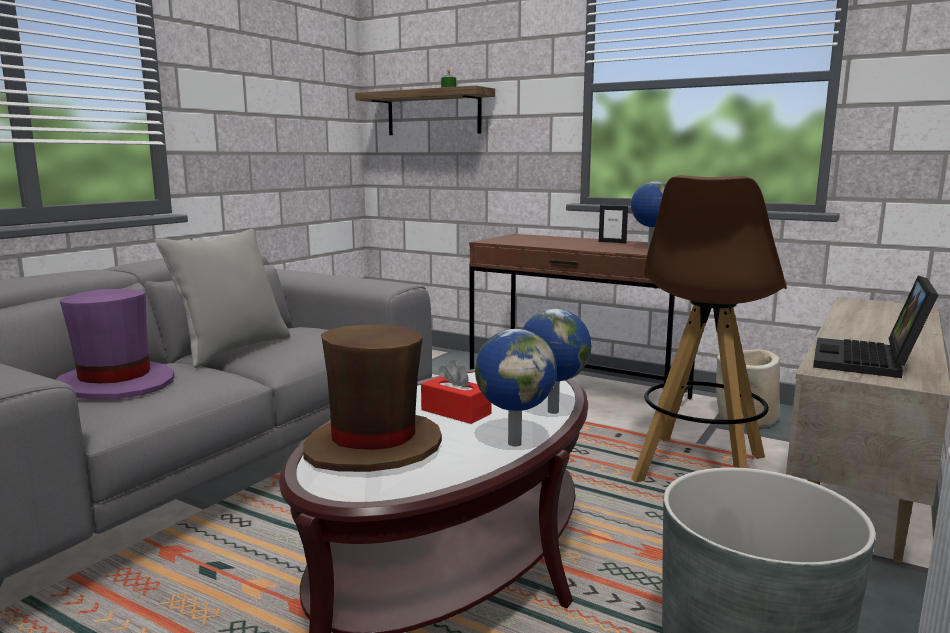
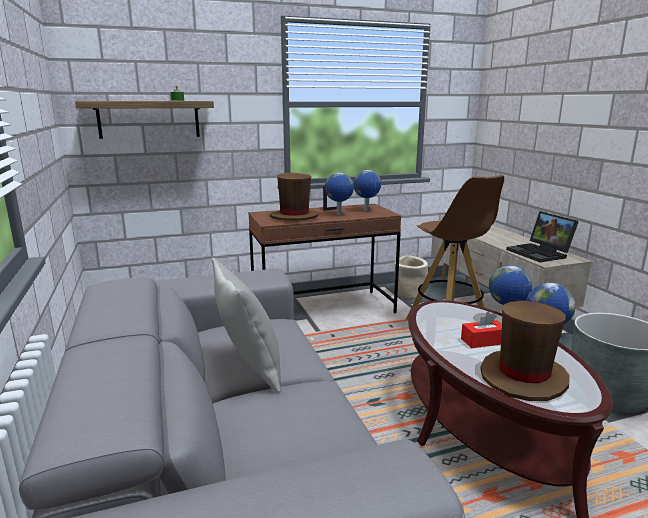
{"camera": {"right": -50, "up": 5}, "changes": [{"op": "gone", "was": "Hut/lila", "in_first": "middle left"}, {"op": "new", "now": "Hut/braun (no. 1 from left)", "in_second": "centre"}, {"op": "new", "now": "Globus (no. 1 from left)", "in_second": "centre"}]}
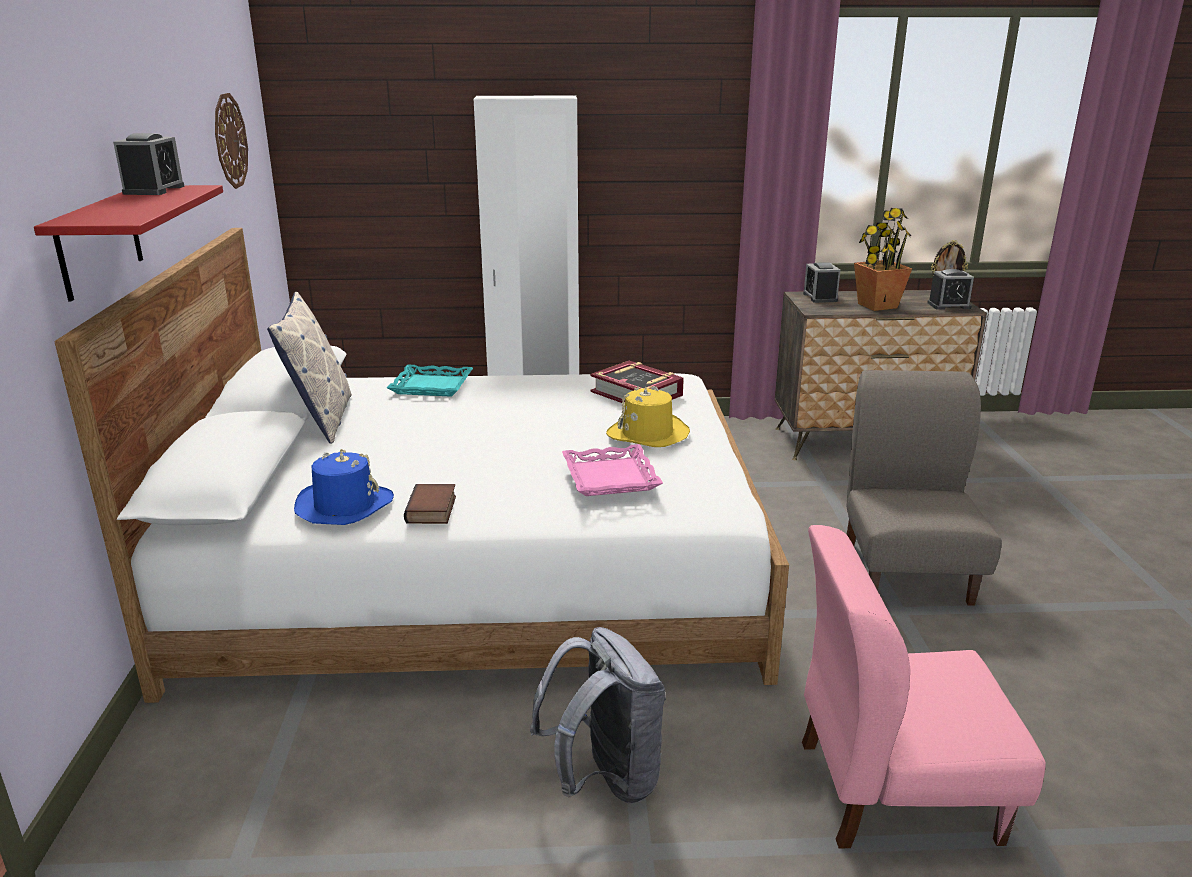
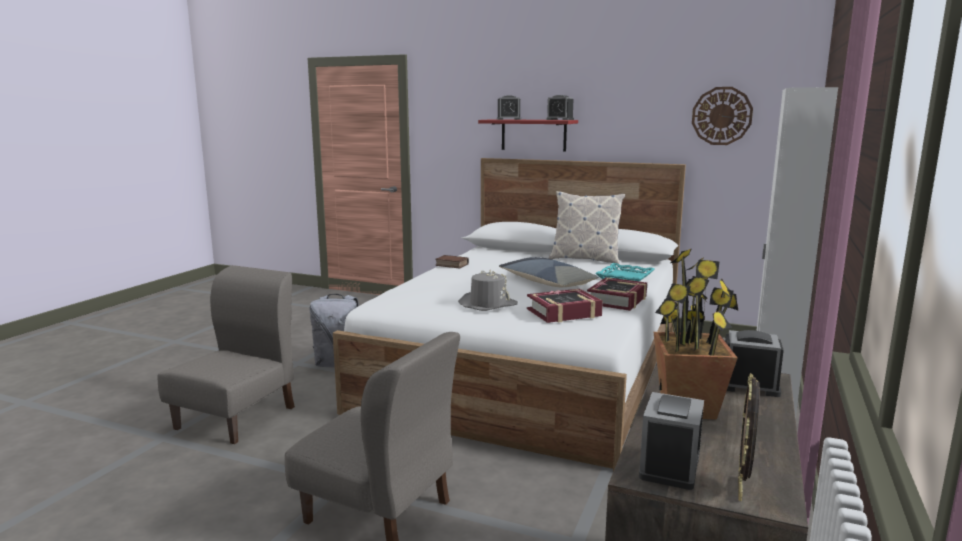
{"camera": {"right": 115, "up": -10}, "changes": [{"op": "gone", "was": "Hut/blau", "in_first": "middle left"}, {"op": "gone", "was": "Tablett/rosa", "in_first": "centre"}, {"op": "new", "now": "Wecker (no. 1 from left)", "in_second": "top centre"}, {"op": "new", "now": "Kissen (no. 1 from left)", "in_second": "centre"}, {"op": "new", "now": "Buch (no. 3 from left)", "in_second": "centre"}, {"op": "repainted", "was": "Hut/gelb", "now": "Hut/grau", "in_first": "centre", "in_second": "centre"}, {"op": "repainted", "was": "Stuhl/rosa", "now": "Stuhl/grau (no. 1 from left)", "in_first": "bottom right", "in_second": "middle left"}]}
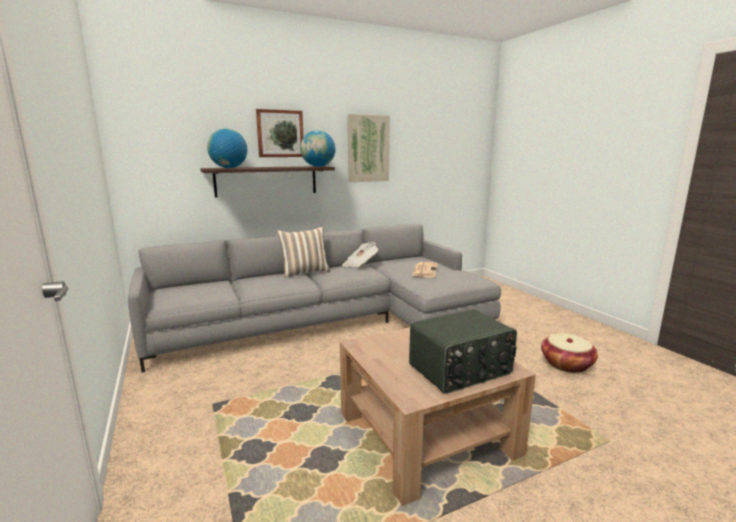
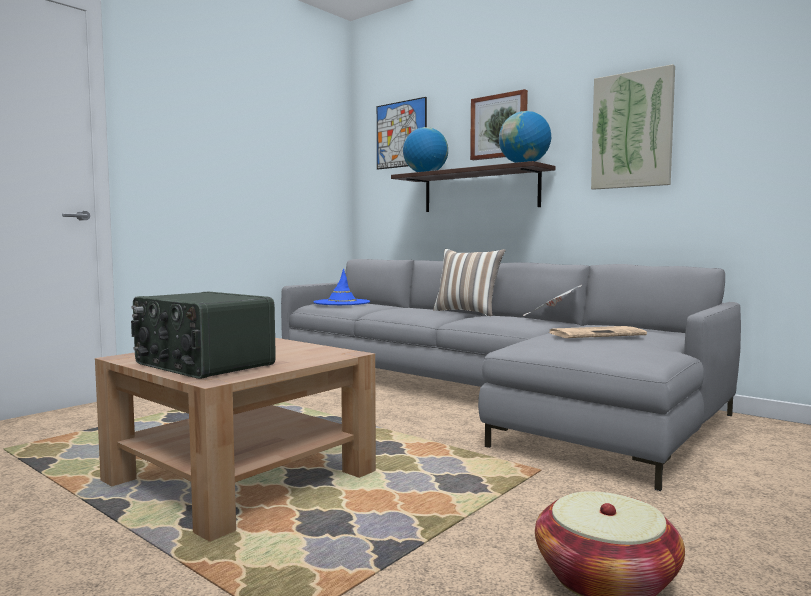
{"camera": {"right": 65, "up": -10}, "changes": [{"op": "new", "now": "Hut/blau", "in_second": "centre"}, {"op": "new", "now": "Bild (no. 1 from left)", "in_second": "top centre"}]}
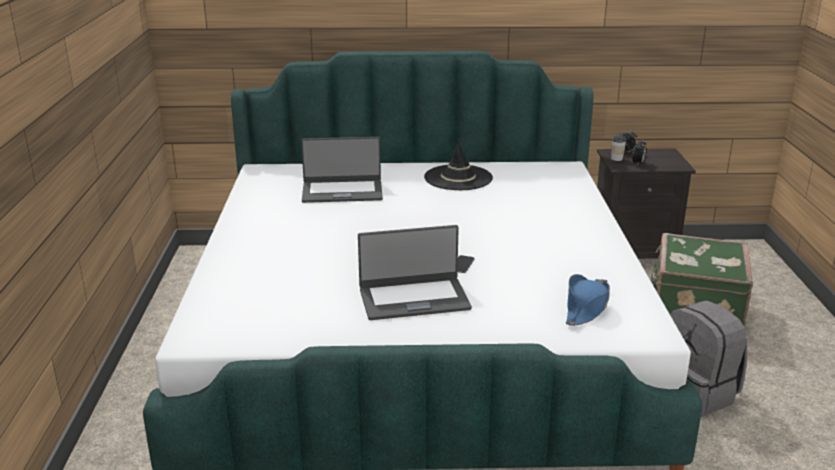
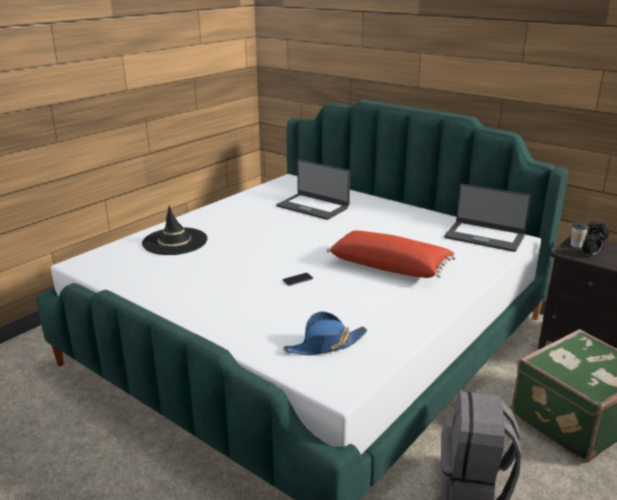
{"camera": {"right": 40, "up": 0}, "changes": [{"op": "new", "now": "Kissen/rot", "in_second": "centre"}, {"op": "shifted", "was": "Laptop (no. 2 from left)", "in_first": "centre", "in_second": "middle right"}, {"op": "shifted", "was": "Hut/schwarz", "in_first": "centre", "in_second": "middle left"}]}
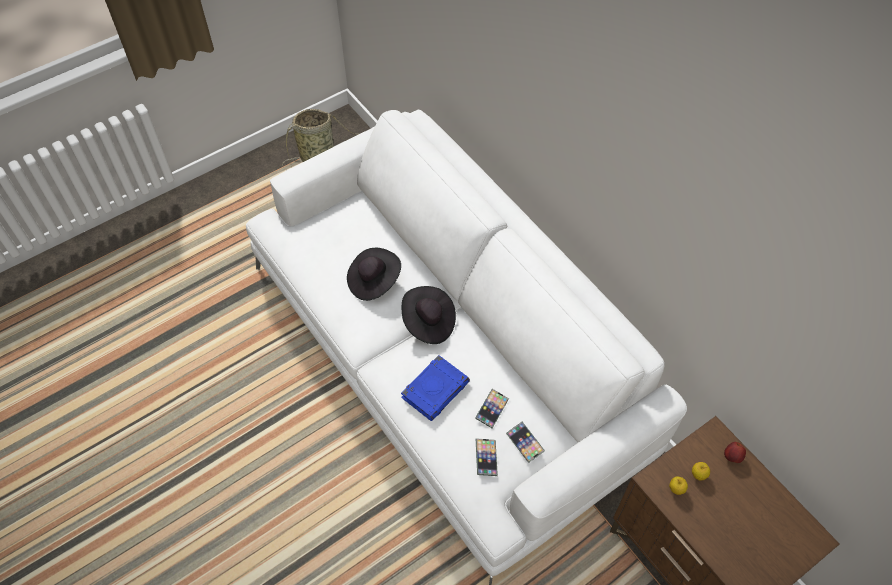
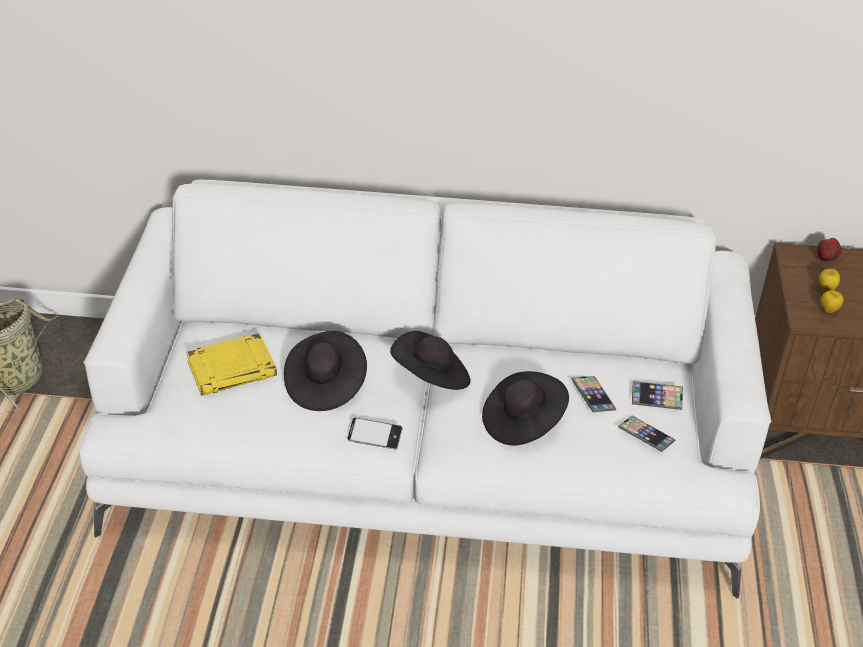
{"camera": {"right": -50, "up": -15}, "changes": [{"op": "new", "now": "Buch/gelb", "in_second": "middle left"}, {"op": "new", "now": "Handy (no. 1 from left)", "in_second": "bottom centre"}, {"op": "swapped", "was": "Buch/blau", "now": "Hut/schwarz (no. 3 from left)", "in_first": "centre", "in_second": "centre"}]}
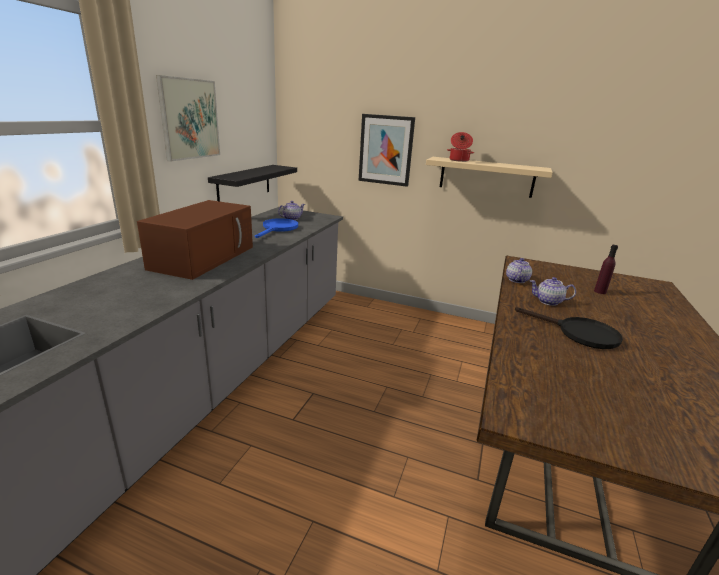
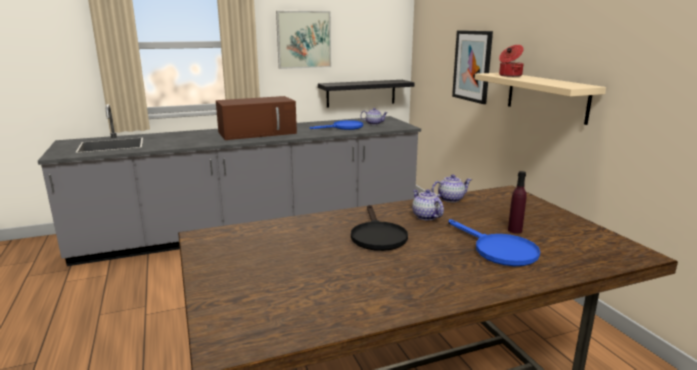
{"camera": {"right": 50, "up": -5}, "changes": [{"op": "new", "now": "Pfanne/blau (no. 2 from left)", "in_second": "middle right"}]}
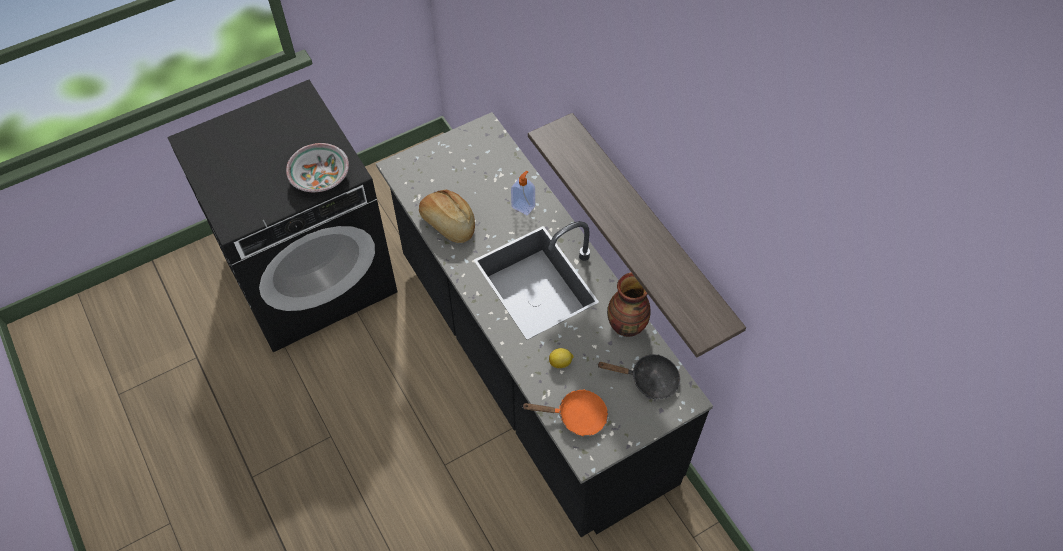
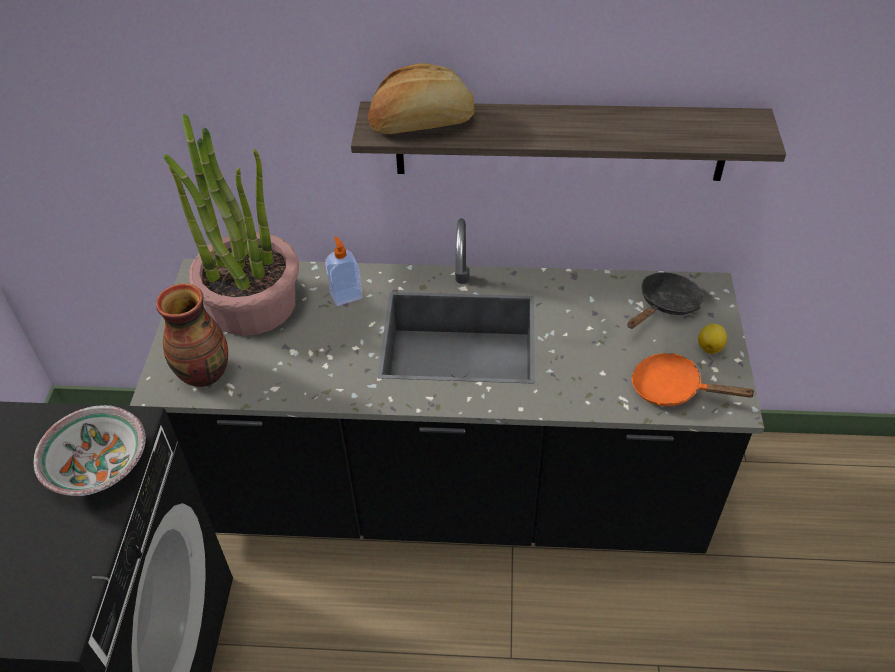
{"camera": {"right": -55, "up": -10}, "changes": [{"op": "new", "now": "Topfpflanze", "in_second": "middle left"}, {"op": "shifted", "was": "Brot", "in_first": "centre", "in_second": "top centre"}, {"op": "shifted", "was": "Zitrone", "in_first": "centre", "in_second": "middle right"}, {"op": "shifted", "was": "Vase", "in_first": "centre", "in_second": "middle left"}, {"op": "rotated", "was": "Pfanne/orange", "in_first": "bottom centre", "in_second": "middle right", "clockwise": -105}]}
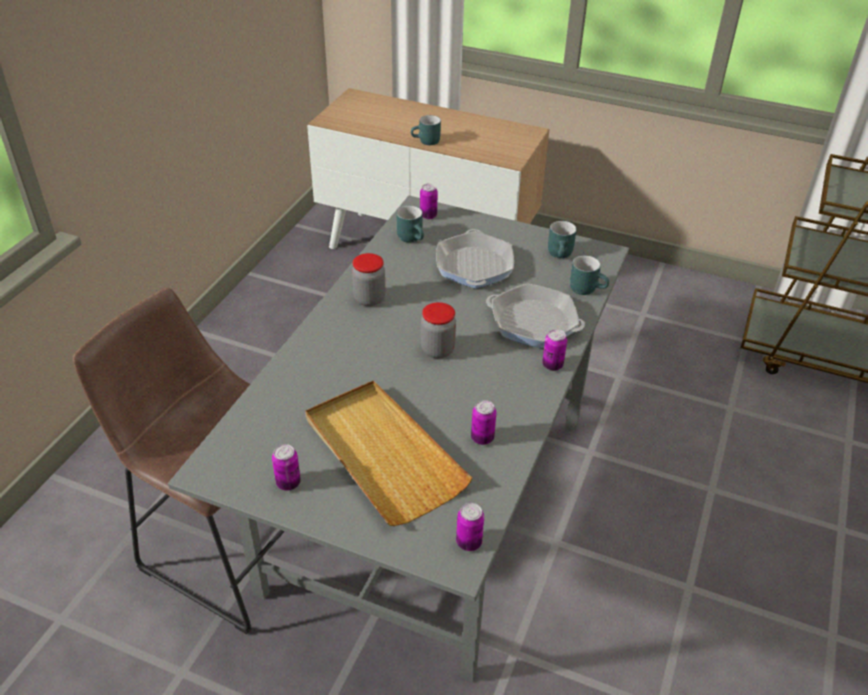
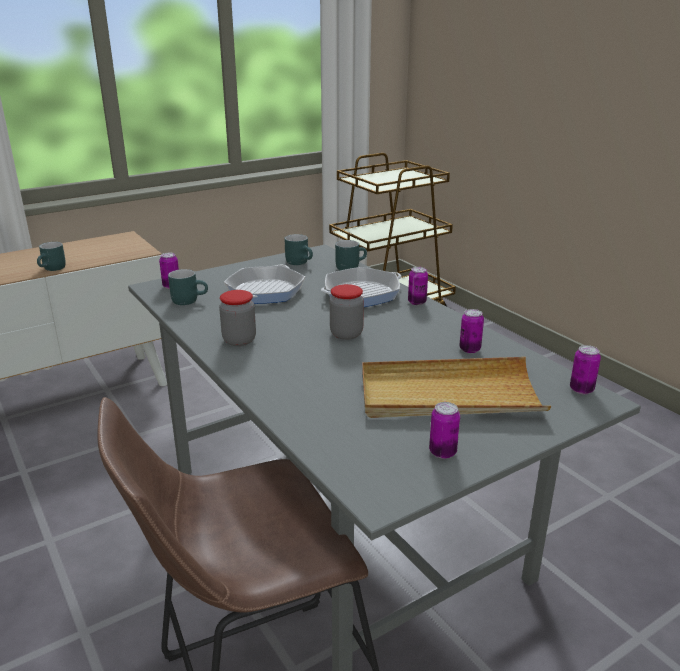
{"camera": {"right": -55, "up": -15}, "changes": [{"op": "rotated", "was": "Pfanne (no. 1 from left)", "in_first": "centre", "in_second": "centre", "clockwise": -105}]}
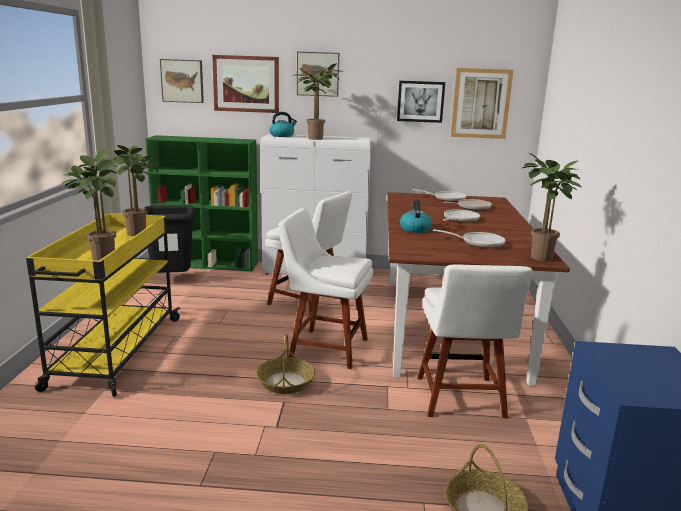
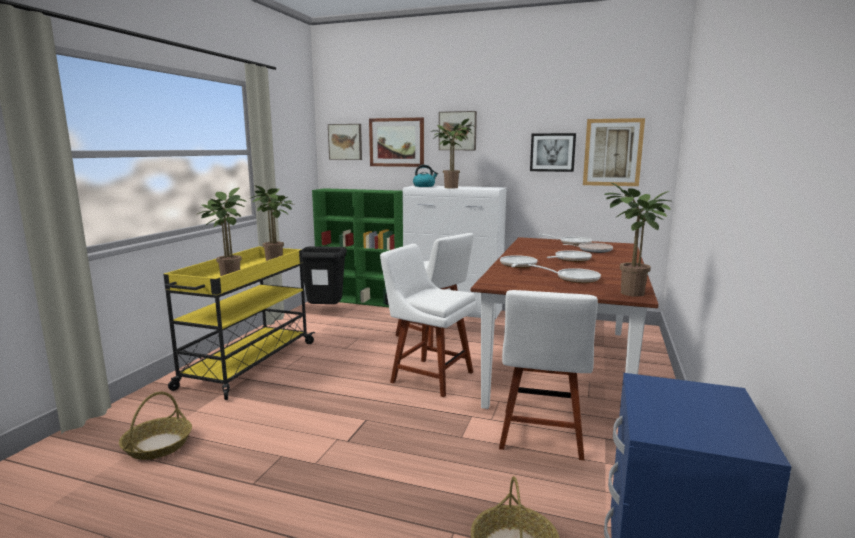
{"camera": {"right": 15, "up": -5}, "changes": [{"op": "shifted", "was": "Korb (no. 1 from left)", "in_first": "bottom centre", "in_second": "bottom left"}, {"op": "swapped", "was": "Wasserkessel (no. 2 from left)", "now": "Pfanne (no. 1 from left)", "in_first": "centre", "in_second": "centre"}]}
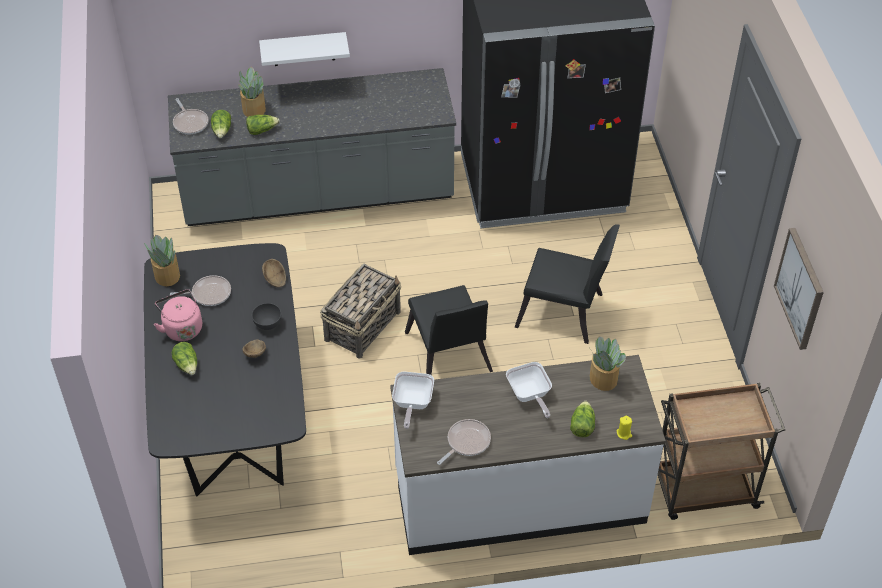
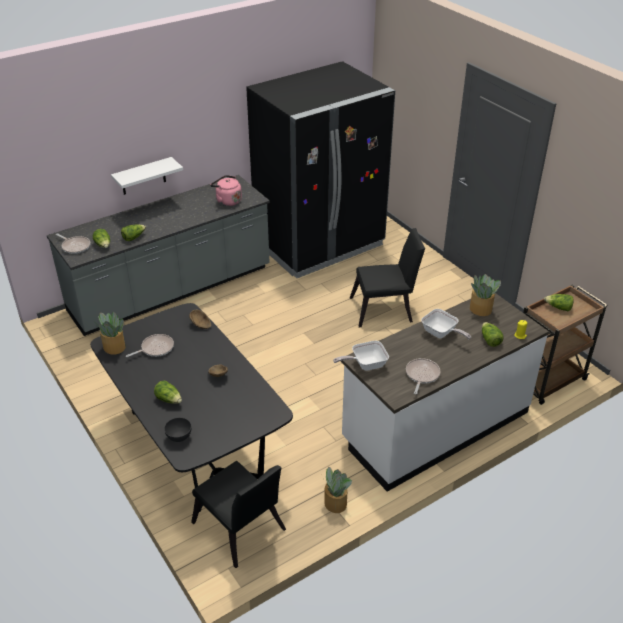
{"camera": {"right": -25, "up": -10}, "changes": [{"op": "gone", "was": "Korb", "in_first": "centre"}, {"op": "gone", "was": "Bild", "in_first": "middle right"}, {"op": "new", "now": "Salatkopf (no. 5 from left)", "in_second": "middle right"}, {"op": "shifted", "was": "Wasserkessel/rosa", "in_first": "middle left", "in_second": "top centre"}, {"op": "shifted", "was": "Topfpflanze (no. 2 from left)", "in_first": "top left", "in_second": "bottom centre"}, {"op": "shifted", "was": "Schüssel/grau", "in_first": "middle left", "in_second": "bottom left"}, {"op": "shifted", "was": "Stuhl/schwarz (no. 1 from left)", "in_first": "centre", "in_second": "bottom centre"}, {"op": "rotated", "was": "Pfanne (no. 3 from left)", "in_first": "bottom centre", "in_second": "centre", "clockwise": 90}]}
